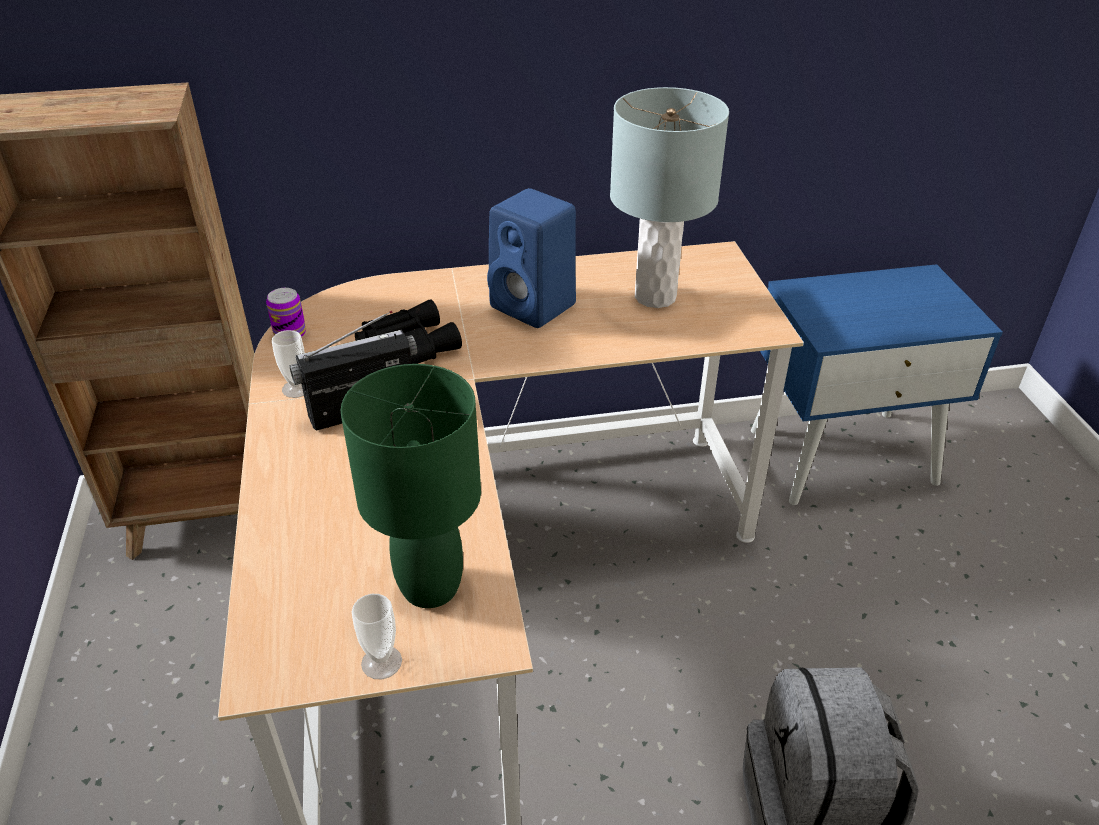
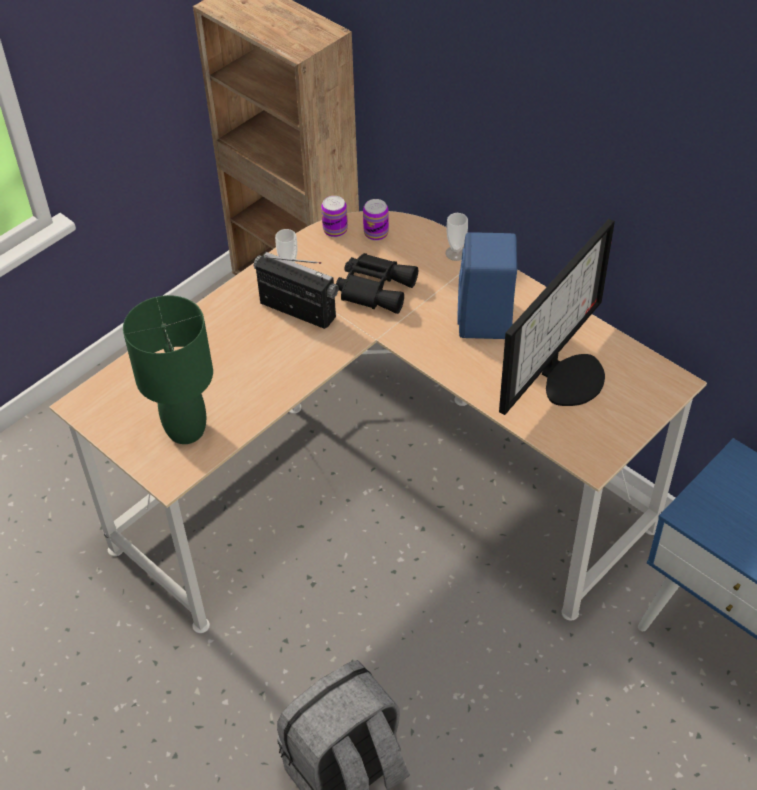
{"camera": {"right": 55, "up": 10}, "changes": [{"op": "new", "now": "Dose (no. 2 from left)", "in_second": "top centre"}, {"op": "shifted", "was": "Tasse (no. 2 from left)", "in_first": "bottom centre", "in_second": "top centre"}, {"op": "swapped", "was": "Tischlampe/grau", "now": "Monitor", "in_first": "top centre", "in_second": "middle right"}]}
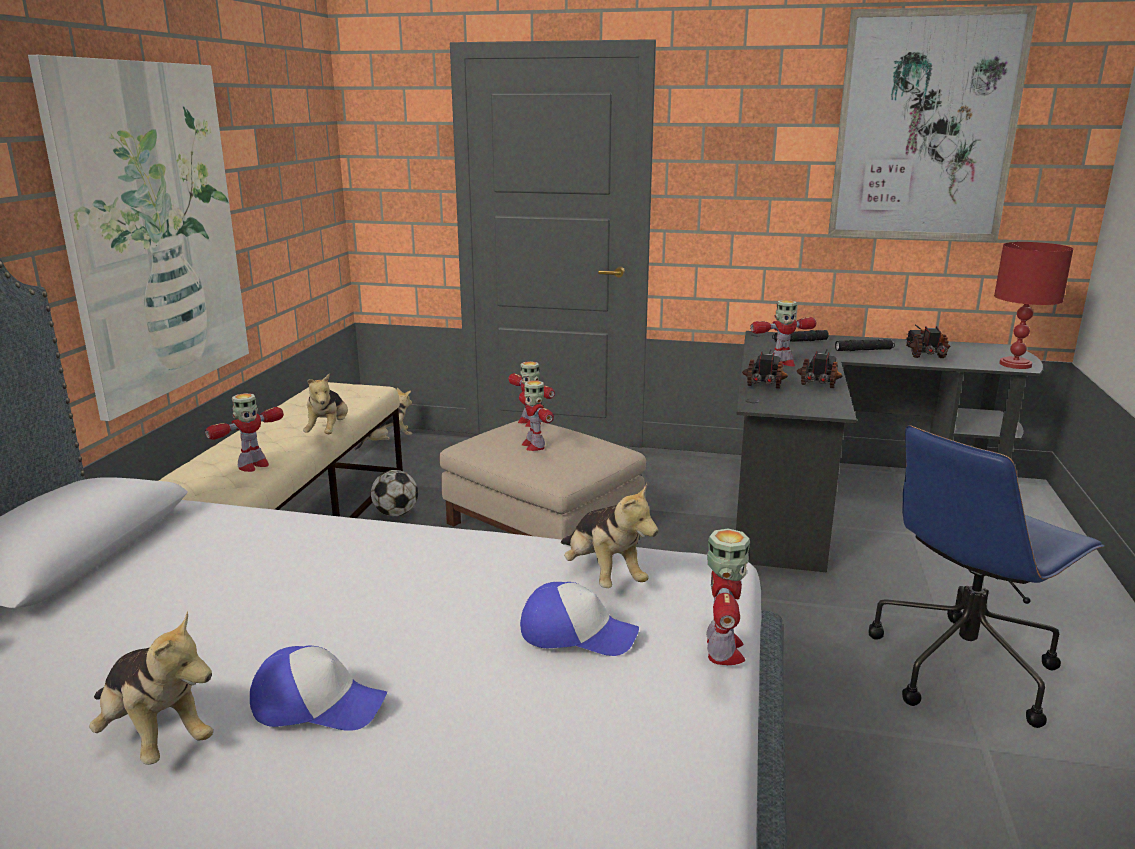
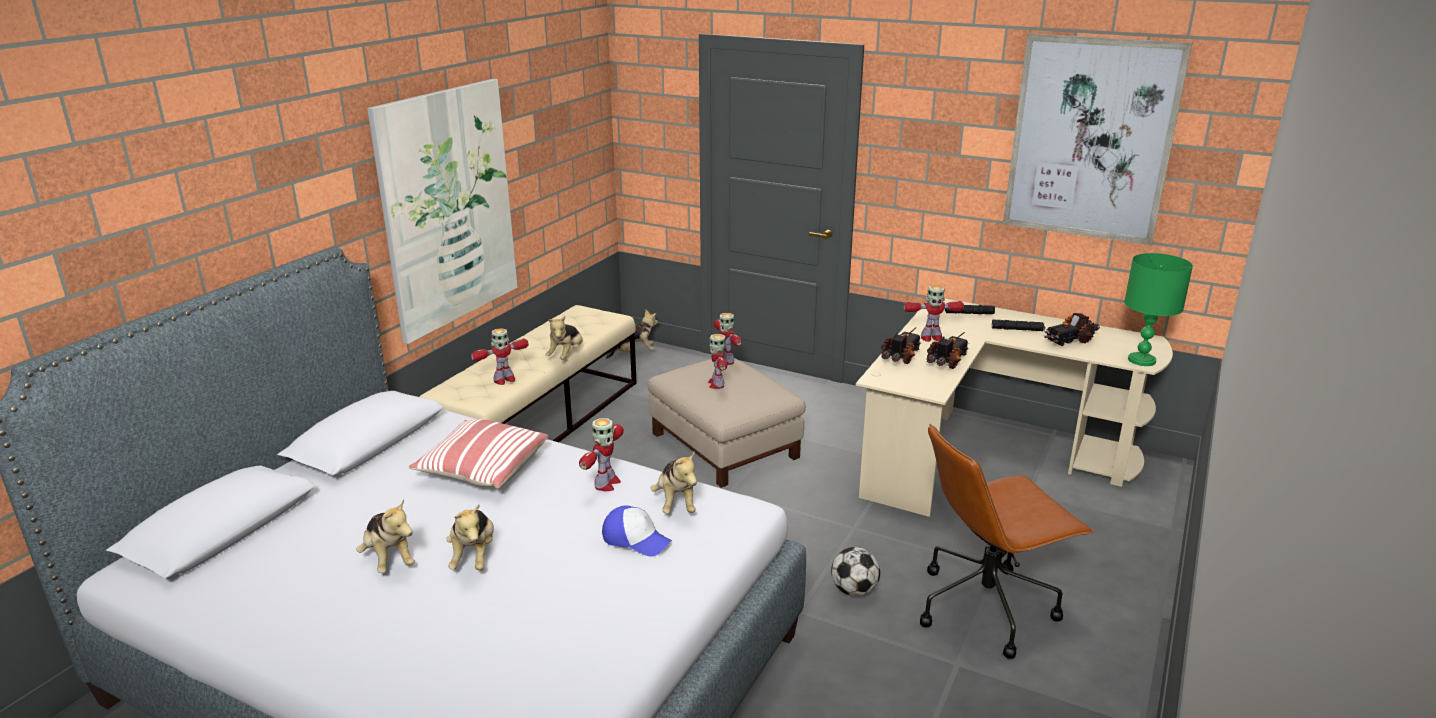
{"camera": {"right": 15, "up": 5}, "changes": [{"op": "new", "now": "Kissen", "in_second": "middle left"}, {"op": "shifted", "was": "Fußball", "in_first": "centre", "in_second": "bottom centre"}, {"op": "shifted", "was": "Spielzeugroboter (no. 4 from left in the first image)", "now": "Spielzeugroboter (no. 2 from left)", "in_first": "bottom centre", "in_second": "centre"}, {"op": "swapped", "was": "Kappe (no. 1 from left)", "now": "Plüschtier (no. 2 from left)", "in_first": "bottom left", "in_second": "bottom left"}, {"op": "repainted", "was": "Schreibtisch/schwarz", "now": "Schreibtisch/beige", "in_first": "middle right", "in_second": "middle right"}, {"op": "repainted", "was": "Bürostuhl/blau", "now": "Bürostuhl/braun", "in_first": "bottom right", "in_second": "bottom right"}, {"op": "repainted", "was": "Tischlampe/rot", "now": "Tischlampe/grün", "in_first": "middle right", "in_second": "middle right"}, {"op": "rotated", "was": "Spielzeuglaster (no. 3 from left)", "in_first": "middle right", "in_second": "middle right", "clockwise": -135}]}
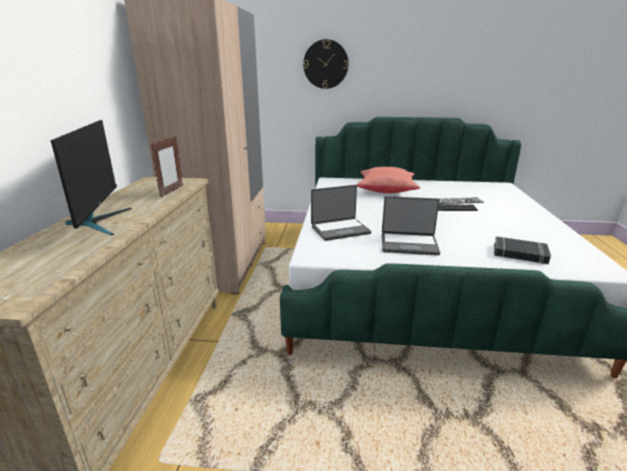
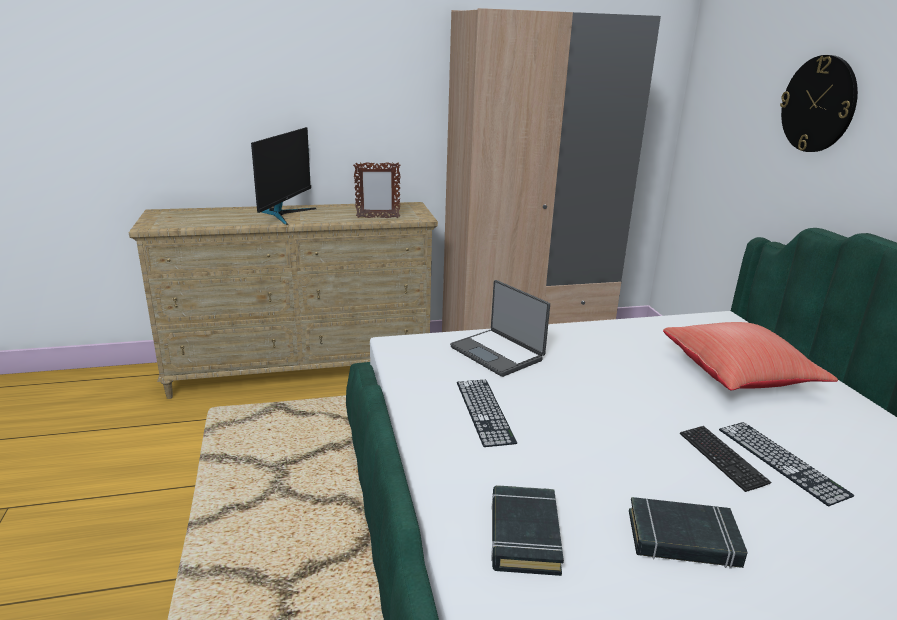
{"camera": {"right": 70, "up": 0}, "changes": [{"op": "new", "now": "Buch/schwarz (no. 2 from left)", "in_second": "bottom right"}, {"op": "swapped", "was": "Laptop (no. 2 from left)", "now": "Tastatur (no. 1 from left)", "in_first": "centre", "in_second": "centre"}, {"op": "rotated", "was": "Monitor", "in_first": "middle left", "in_second": "top left", "clockwise": -45}]}
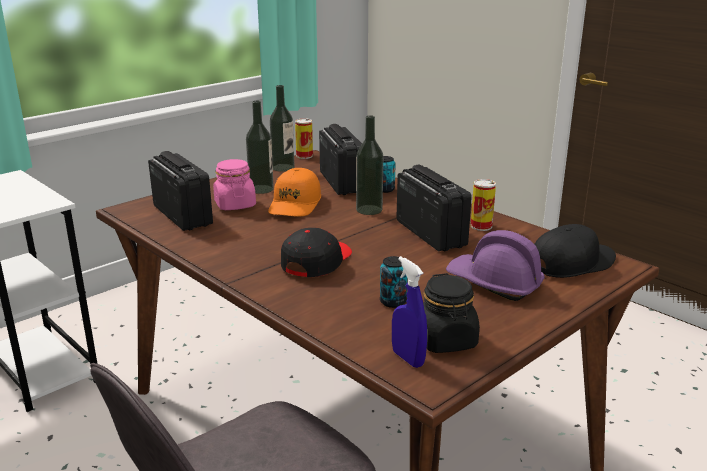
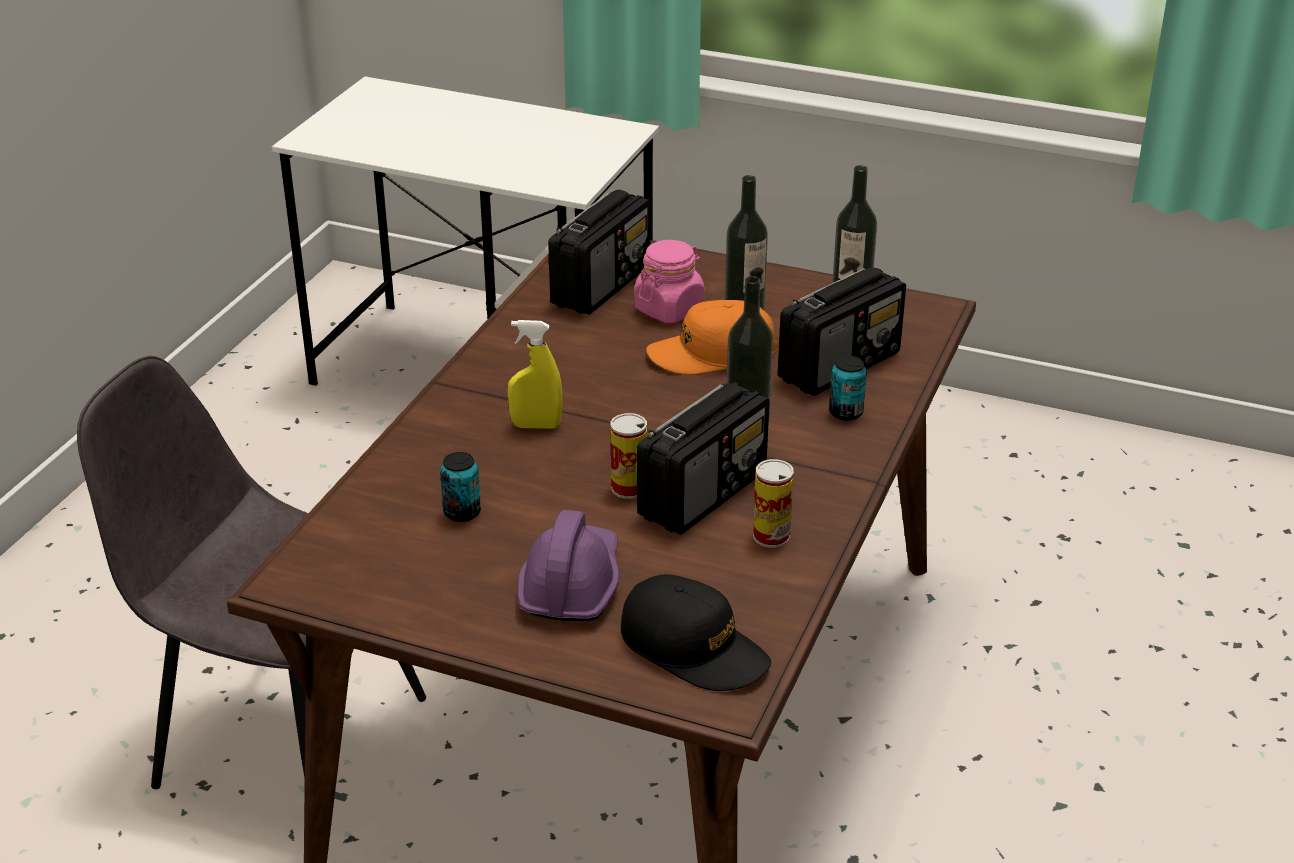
{"camera": {"right": 65, "up": 10}, "changes": [{"op": "gone", "was": "Sprühflasche/blau", "in_first": "centre"}, {"op": "gone", "was": "Vorratsglas/schwarz", "in_first": "centre"}, {"op": "shifted", "was": "Dose (no. 1 from left in the first image)", "now": "Dose (no. 2 from left)", "in_first": "top centre", "in_second": "centre"}, {"op": "swapped", "was": "Kappe/schwarz (no. 1 from left)", "now": "Sprühflasche/gelb", "in_first": "centre", "in_second": "centre"}]}
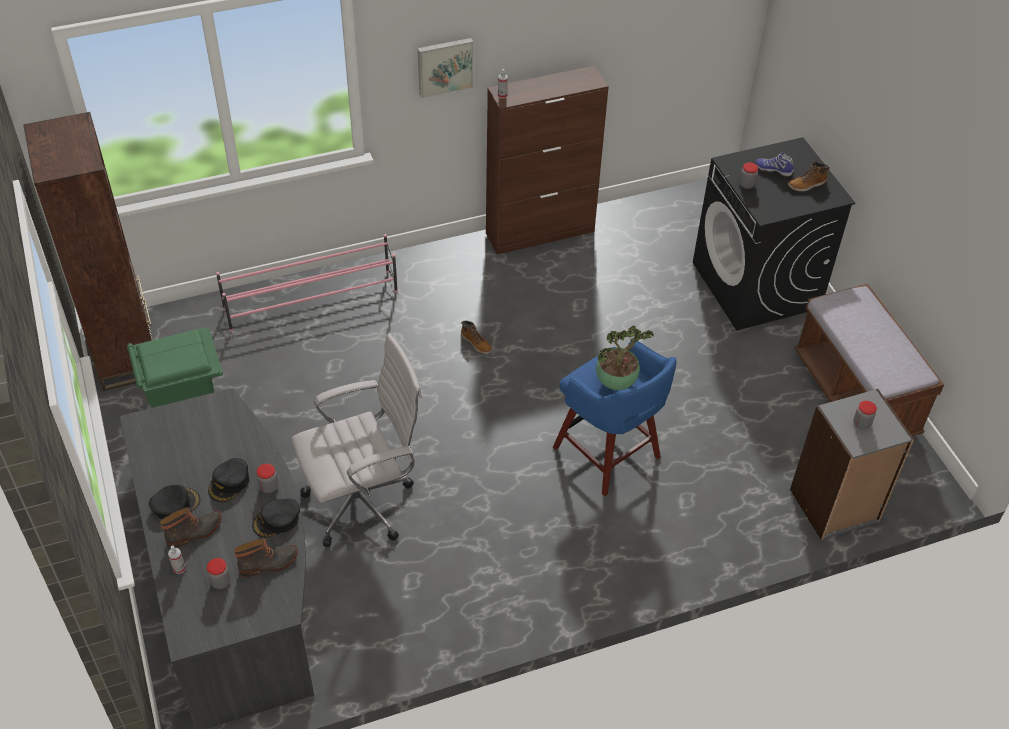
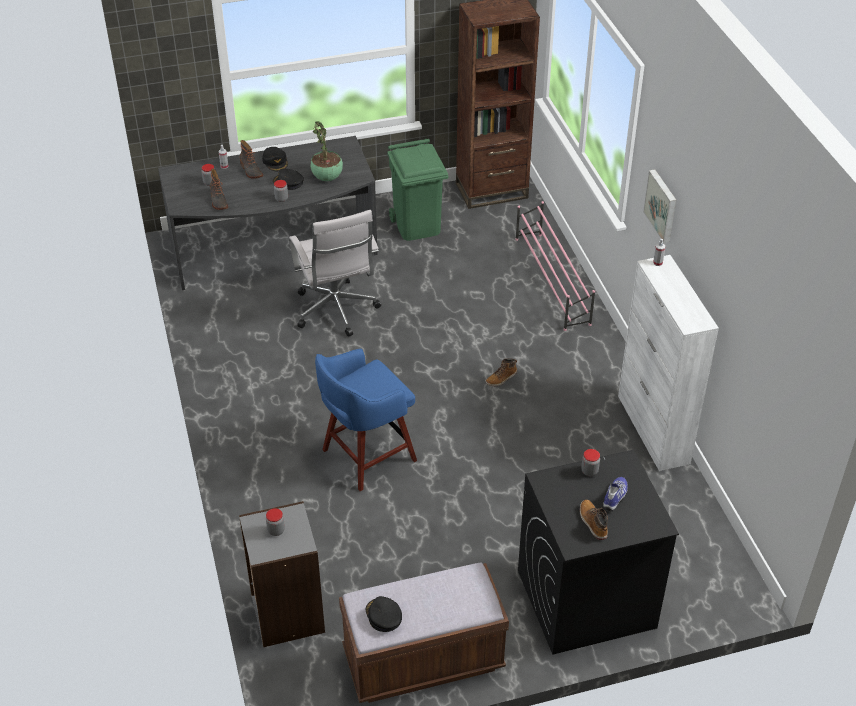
{"camera": {"right": 95, "up": -5}, "changes": [{"op": "shifted", "was": "Kappe/schwarz (no. 3 from left)", "in_first": "bottom left", "in_second": "bottom centre"}, {"op": "shifted", "was": "Topfpflanze", "in_first": "centre", "in_second": "top centre"}, {"op": "repainted", "was": "Schrank/braun", "now": "Schrank/weiß", "in_first": "top centre", "in_second": "middle right"}]}
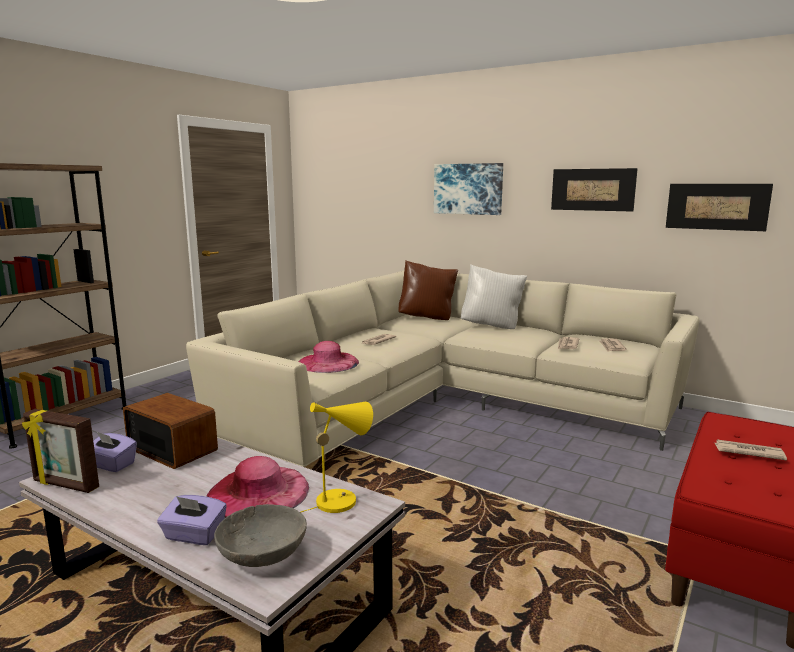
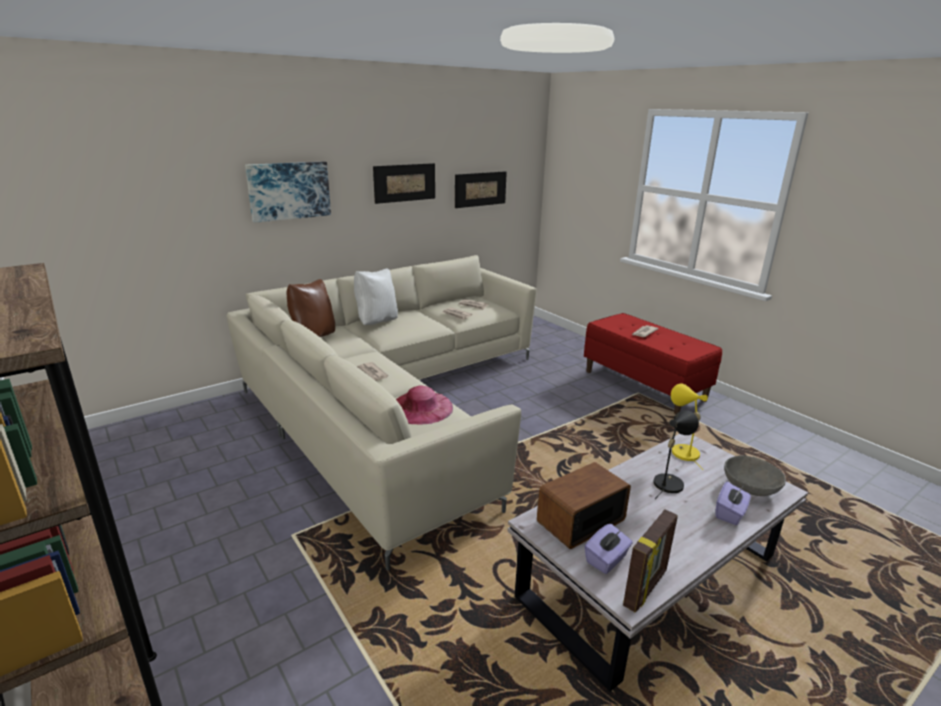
{"camera": {"right": -70, "up": 10}, "changes": [{"op": "swapped", "was": "Hut/rosa (no. 1 from left)", "now": "Tischlampe/schwarz", "in_first": "bottom left", "in_second": "middle right"}]}
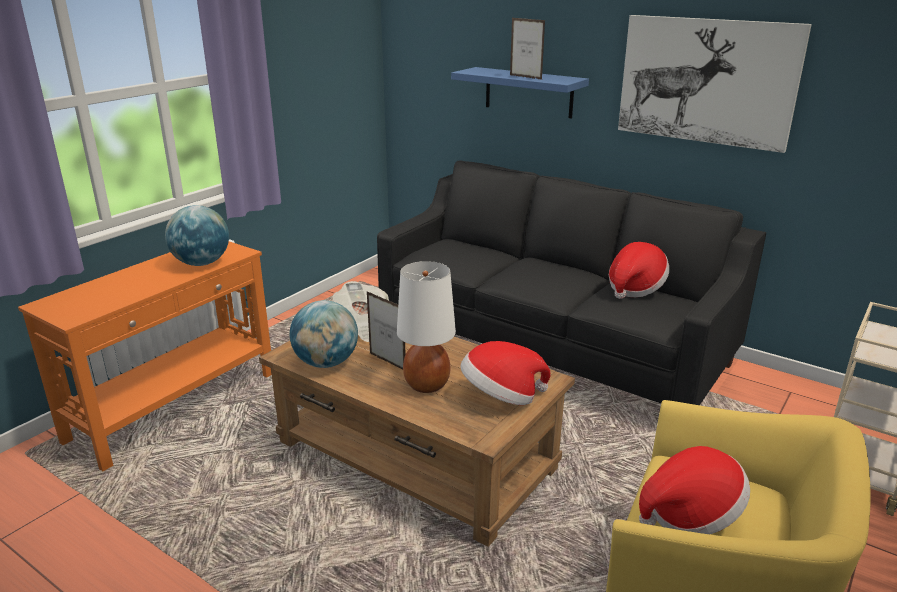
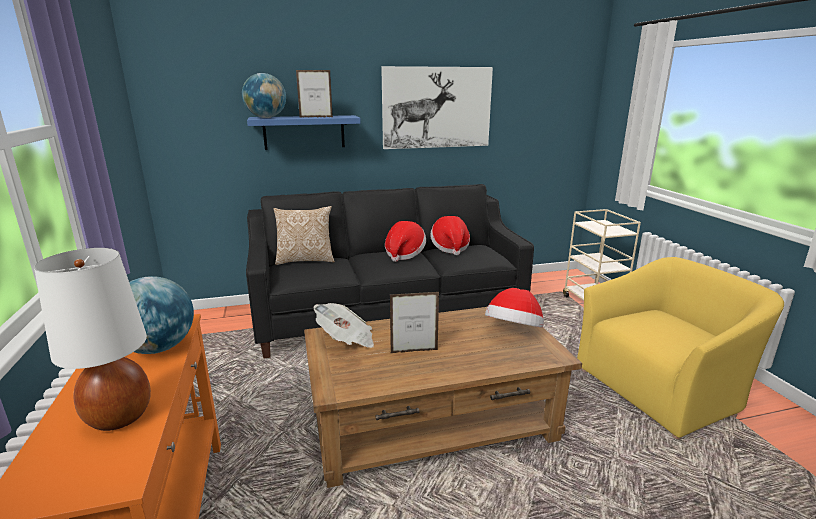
{"camera": {"right": -50, "up": -5}, "changes": [{"op": "new", "now": "Kissen", "in_second": "centre"}, {"op": "shifted", "was": "Globus (no. 2 from left)", "in_first": "centre", "in_second": "top left"}, {"op": "shifted", "was": "Tischlampe/weiß", "in_first": "centre", "in_second": "middle left"}, {"op": "shifted", "was": "Hut (no. 3 from left in the first image)", "now": "Hut (no. 1 from left)", "in_first": "bottom right", "in_second": "centre"}]}
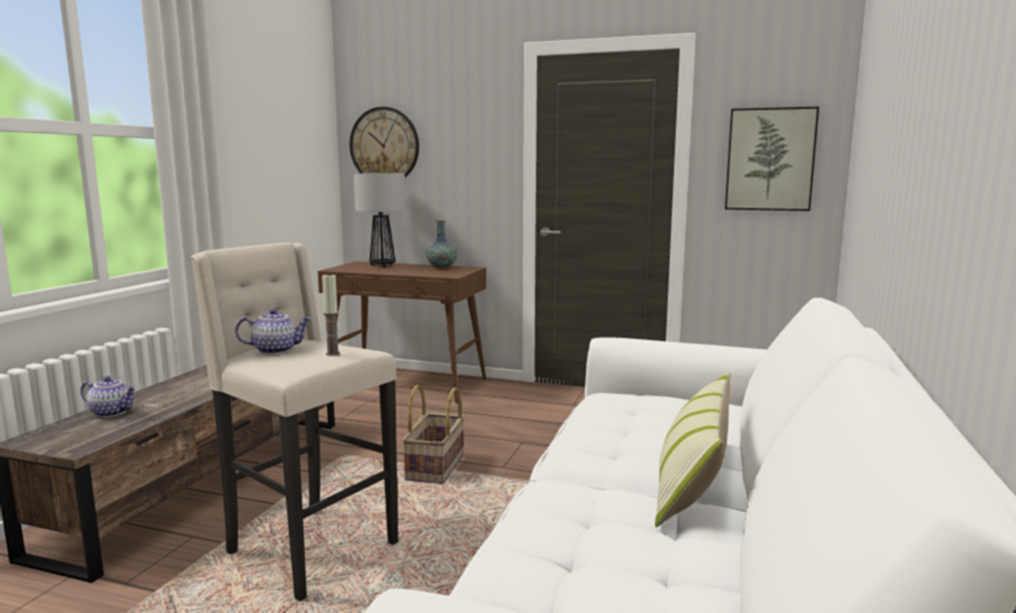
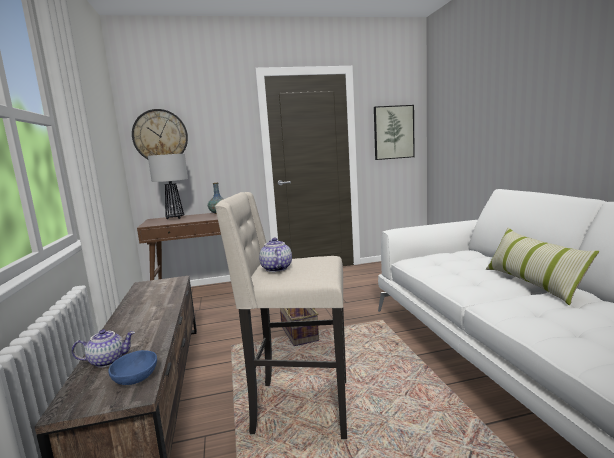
{"camera": {"right": -30, "up": 0}, "changes": [{"op": "gone", "was": "Kerze", "in_first": "middle left"}, {"op": "new", "now": "Schüssel/blau", "in_second": "bottom left"}, {"op": "rotated", "was": "Teekanne (no. 2 from left)", "in_first": "middle left", "in_second": "centre", "clockwise": -60}]}
